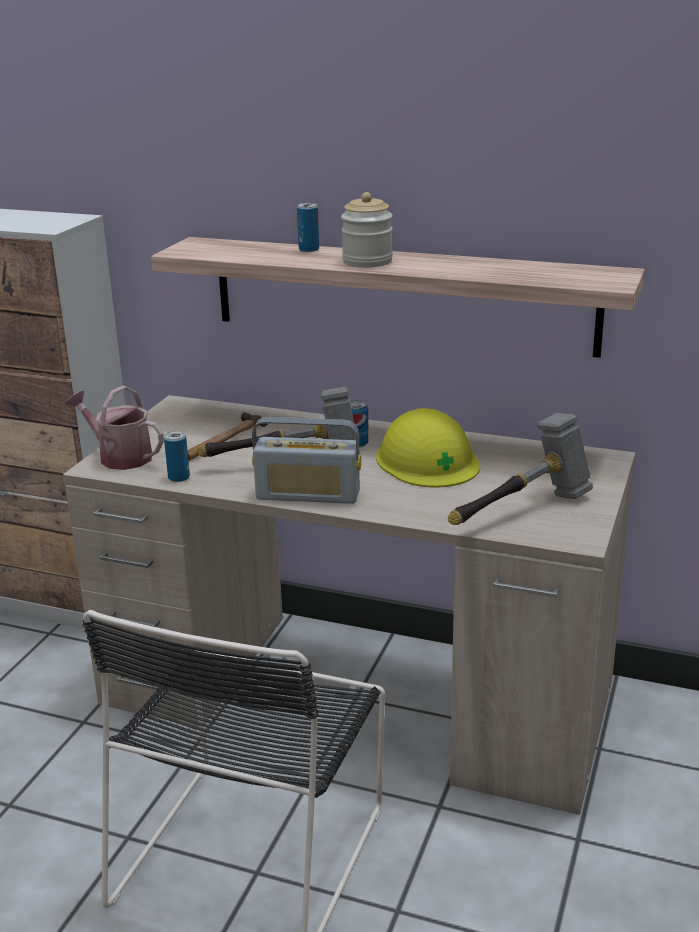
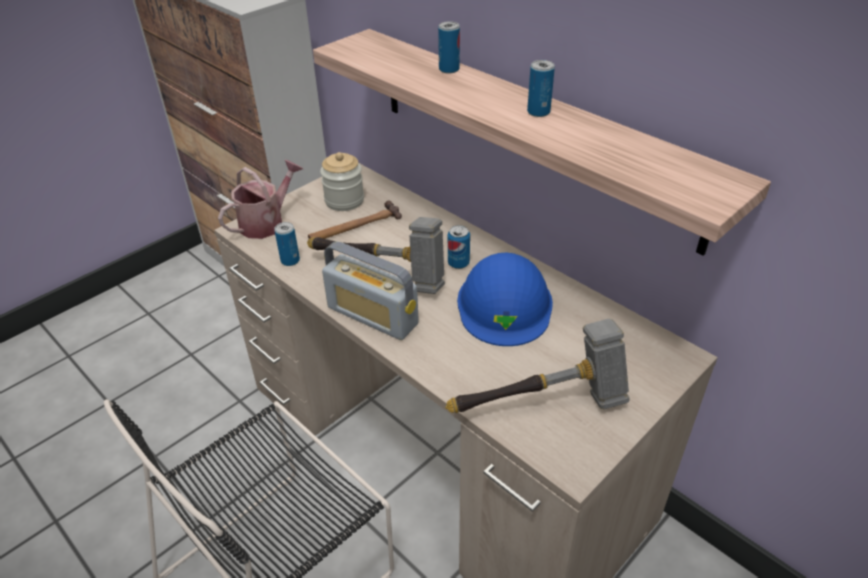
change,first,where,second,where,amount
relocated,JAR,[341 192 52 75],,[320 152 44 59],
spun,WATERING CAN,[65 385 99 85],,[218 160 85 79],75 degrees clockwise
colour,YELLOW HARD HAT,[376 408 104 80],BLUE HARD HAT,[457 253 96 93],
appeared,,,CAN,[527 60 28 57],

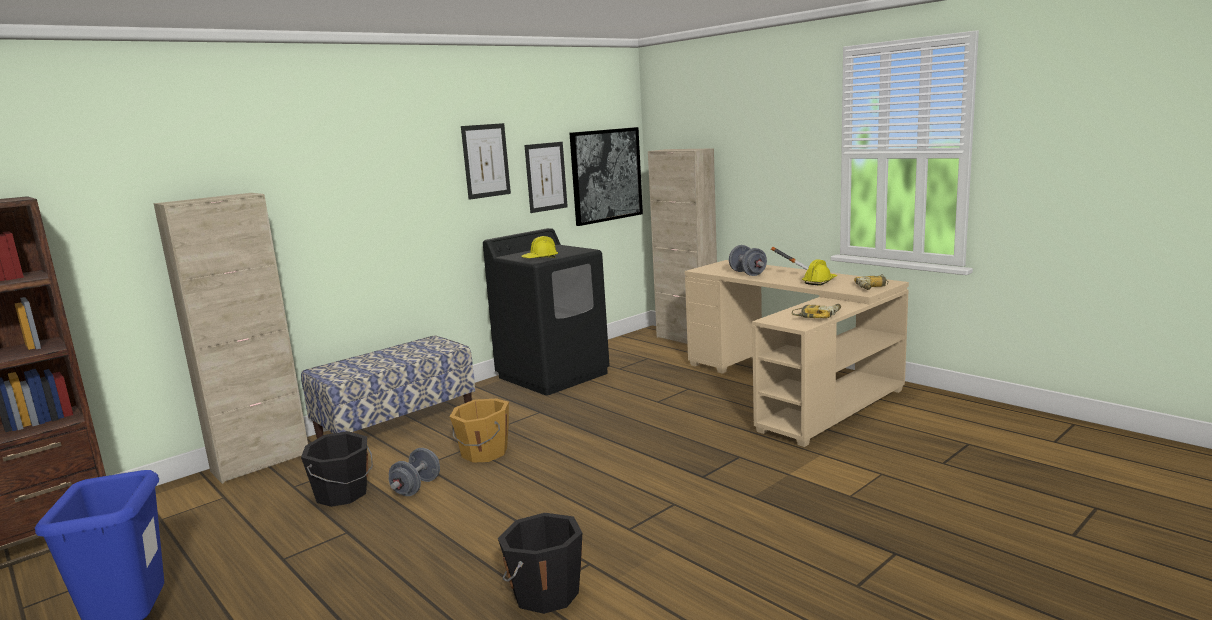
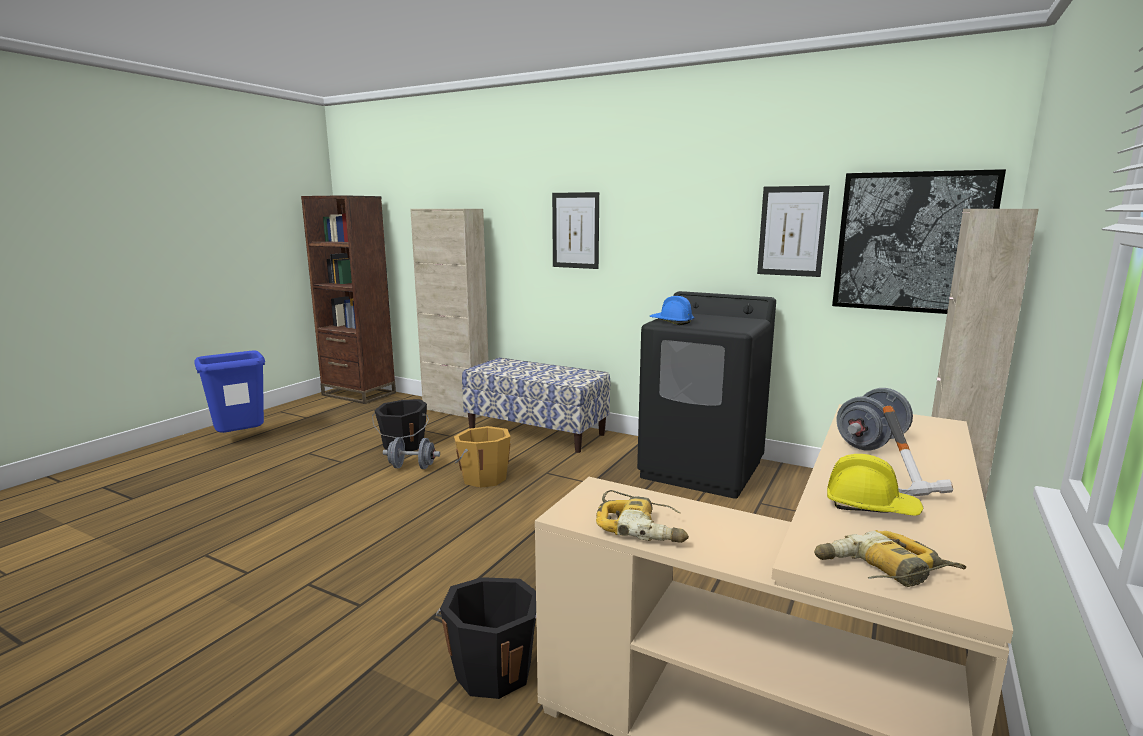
change,first,where,second,where,amount
relocated,PICTURE,[461 123 50 77],,[552 192 47 77],
colour,YELLOW HARD HAT,[521 236 37 22],BLUE HARD HAT,[650 296 44 29],
relocated,BLACK BUCKET,[498 513 84 101],,[436 577 100 122],

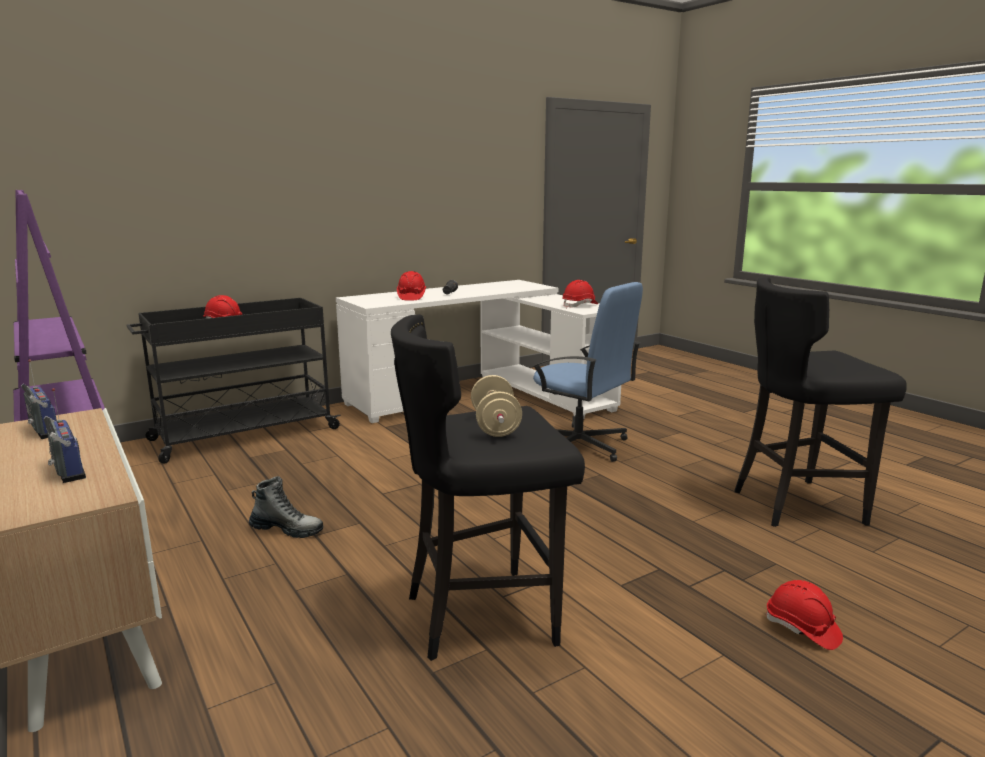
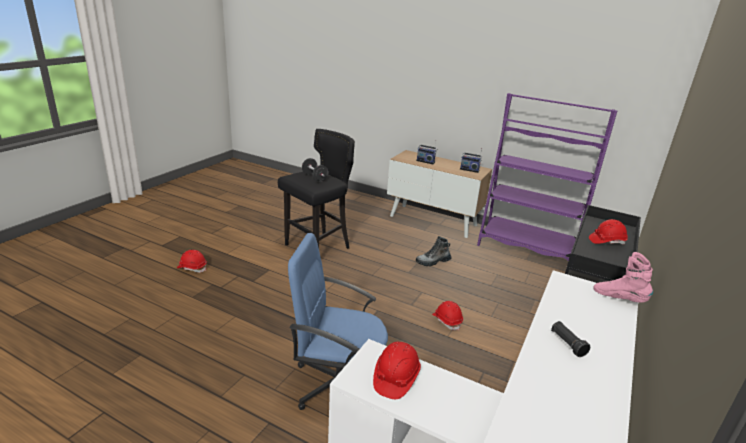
change,first,where,second,where,amount
relocated,RED HARD HAT,[397 271 29 29],,[432 301 31 30],
missing,BLACK STOOL,[735 277 172 250],,,
colour,BEIGE DUMBBELL,[471 375 51 62],BLACK DUMBBELL,[302 158 26 24],
appeared,,,PINK BOOT,[594 252 59 51],

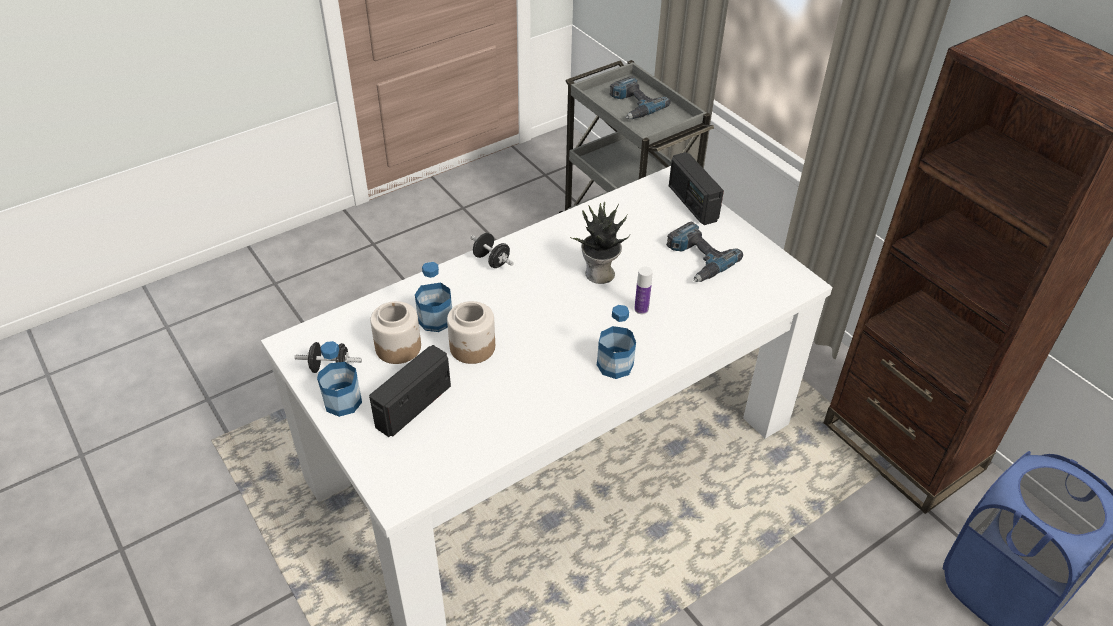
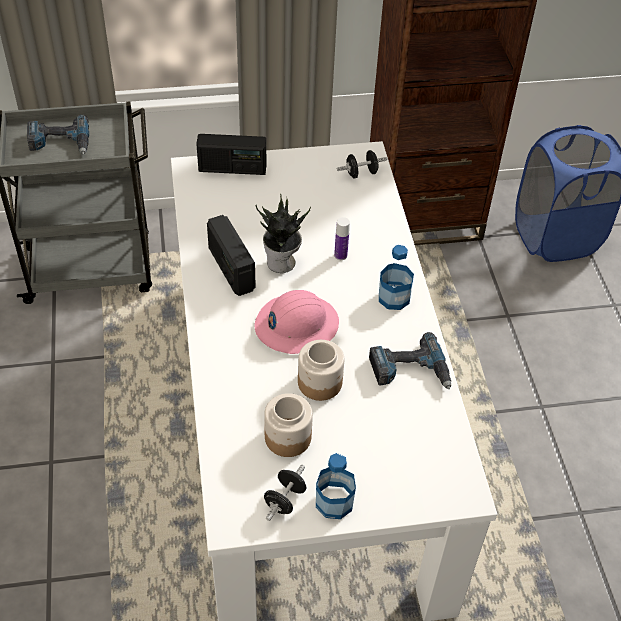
change,first,where,second,where,amount
relocated,POWER DRILL,[666 222 77 60],,[369 332 82 58],
relocated,BLACK DUMBBELL,[470 233 44 35],,[337 150 50 28],
missing,BOTTLE,[415 262 37 70],,,
relocated,RADIO,[369 345 82 92],,[207 215 49 81],
appeared,,,PINK HARD HAT,[254 290 85 64],

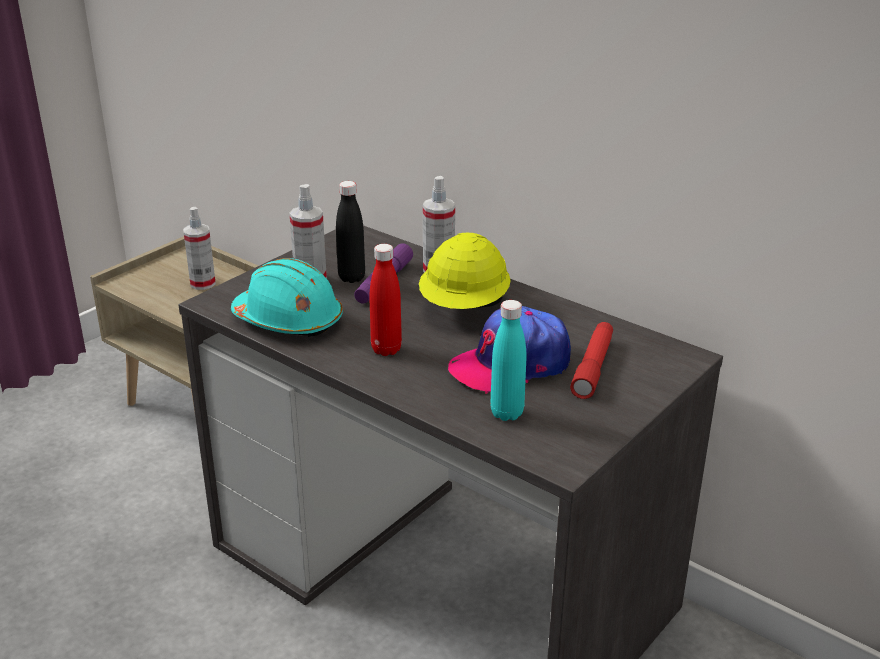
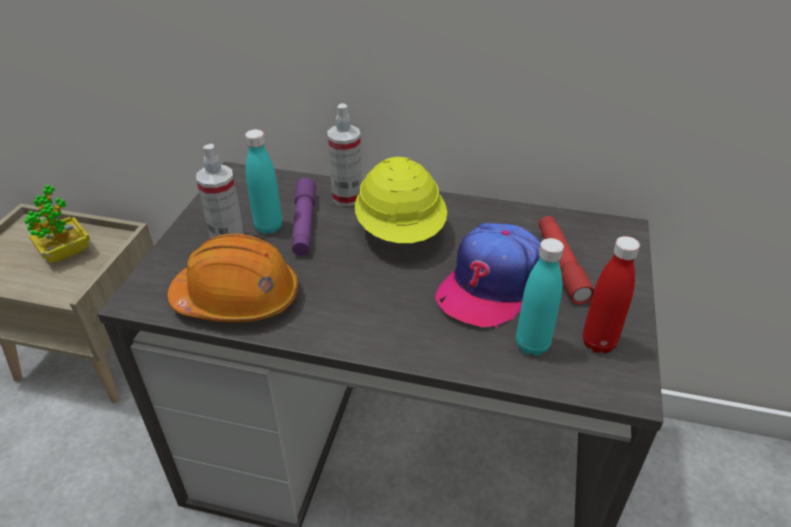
change,first,where,second,where,amount
colour,BLACK BOTTLE,[336 181 29 102],TURQUOISE BOTTLE,[245 129 37 105],
exchanged,SPRAY BOTTLE,[183 207 33 83],POTTED PLANT,[24 185 66 78],
relocated,RED BOTTLE,[369 244 33 112],,[583 236 57 118],
colour,TURQUOISE HARD HAT,[231 258 112 79],ORANGE HARD HAT,[168 234 131 88],

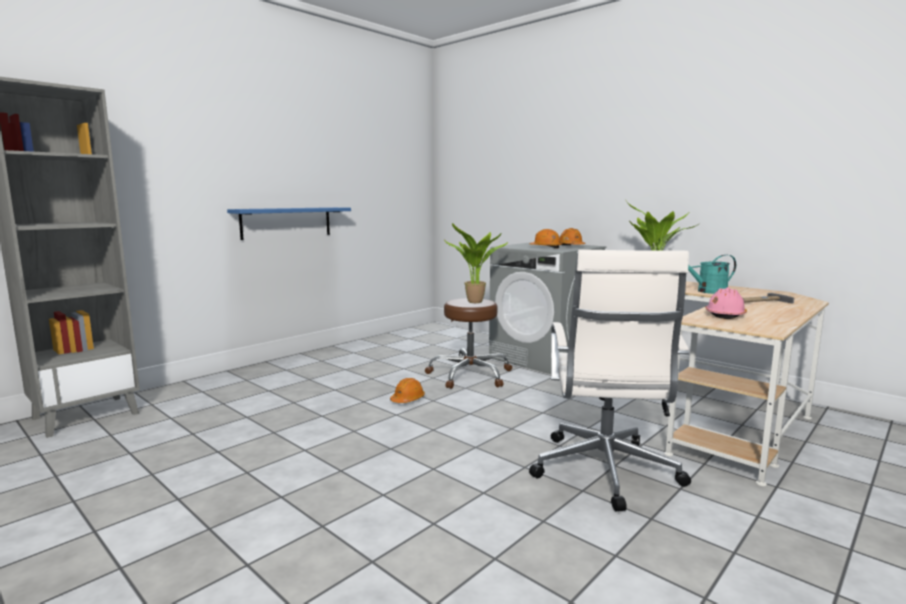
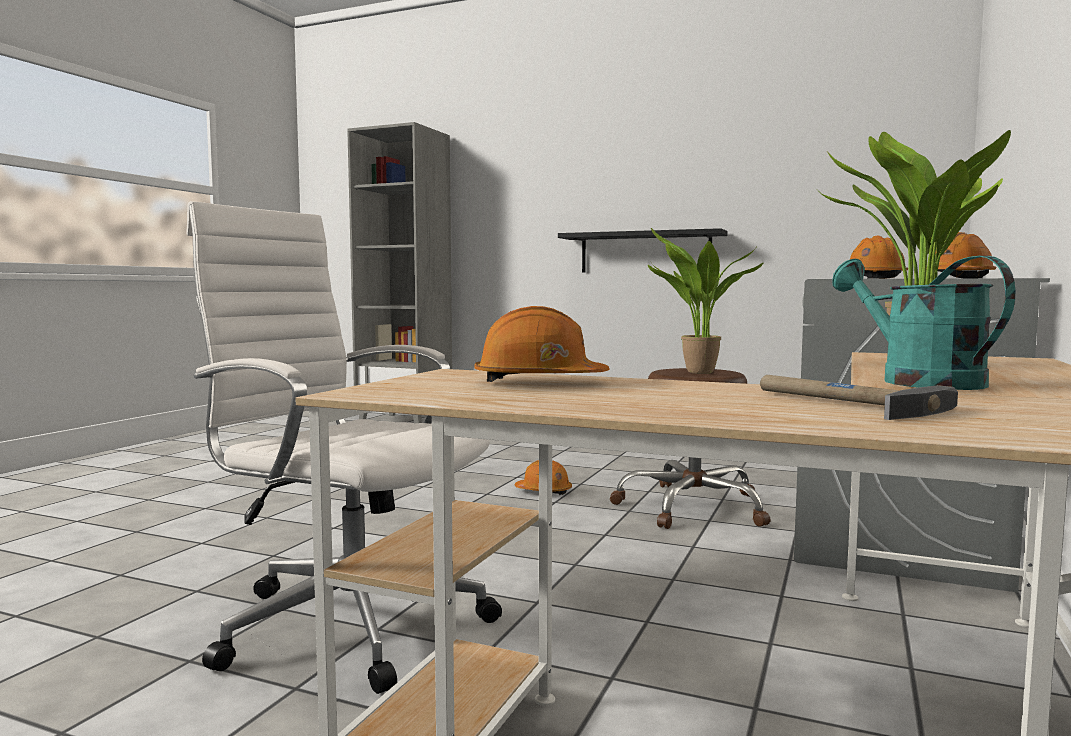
change,first,where,second,where,amount
colour,BLUE SHELF,[227 207 124 33],BLACK SHELF,[558 228 170 45],
spun,WHITE OFFICE CHAIR,[529 249 162 263],,[186 201 316 493],45 degrees clockwise
colour,PINK HARD HAT,[706 287 41 32],ORANGE HARD HAT,[474 306 136 76],

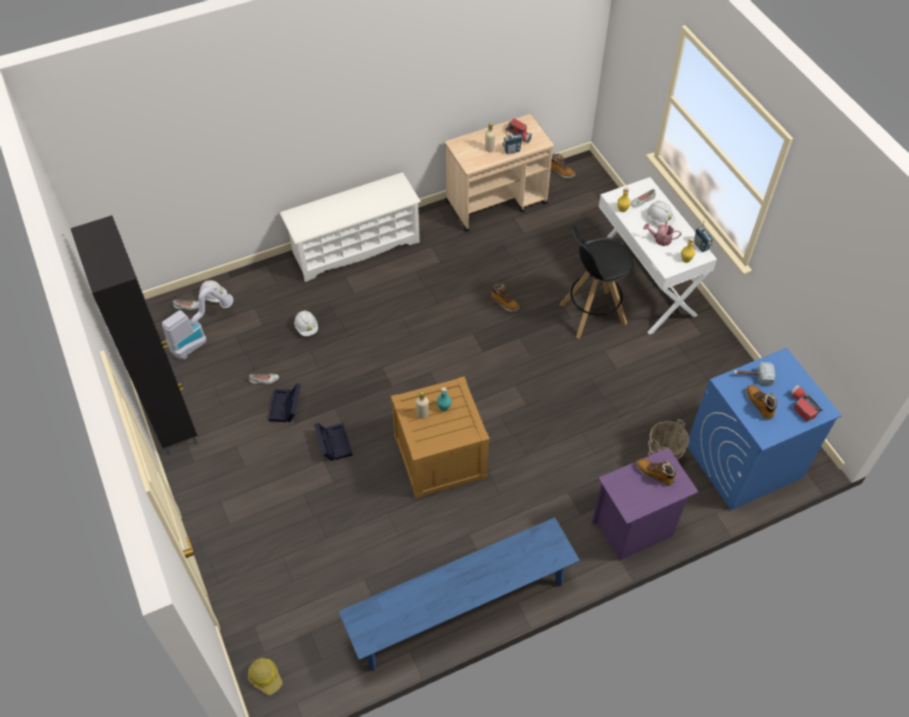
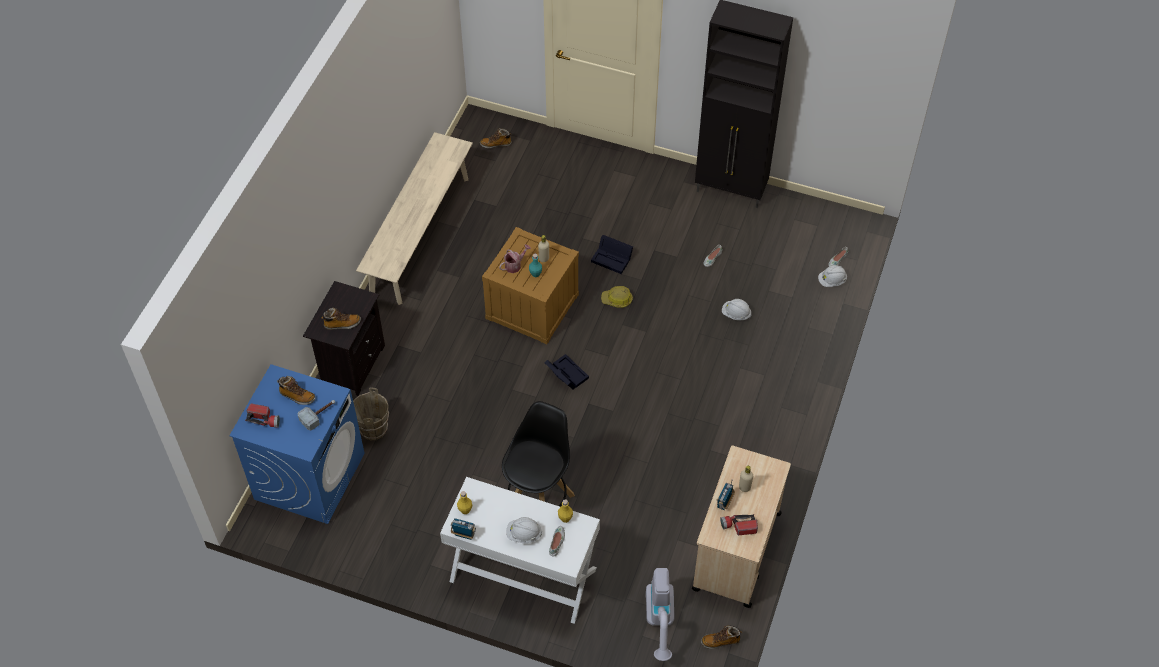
change,first,where,second,where,amount
missing,WHITE SHOE RACK,[280 173 141 109],,,
relocated,WATERING CAN,[643 221 38 25],,[499 244 32 29],
relocated,BOOT,[491 284 29 28],,[480 128 32 21],
relocated,VACUUM CLEANER,[162 287 71 72],,[646 568 28 93],
relocated,BLACK STORAGE BOX,[268 383 33 39],,[544 354 45 35],
colour,PURPLE NIGHTSTAND,[592 448 107 112],BLACK NIGHTSTAND,[303 281 82 115],
colour,BLUE BENCH,[338 517 242 154],BEIGE BENCH,[356 132 117 173],
relocated,HARD HAT,[248 658 35 37],,[601 286 32 22],

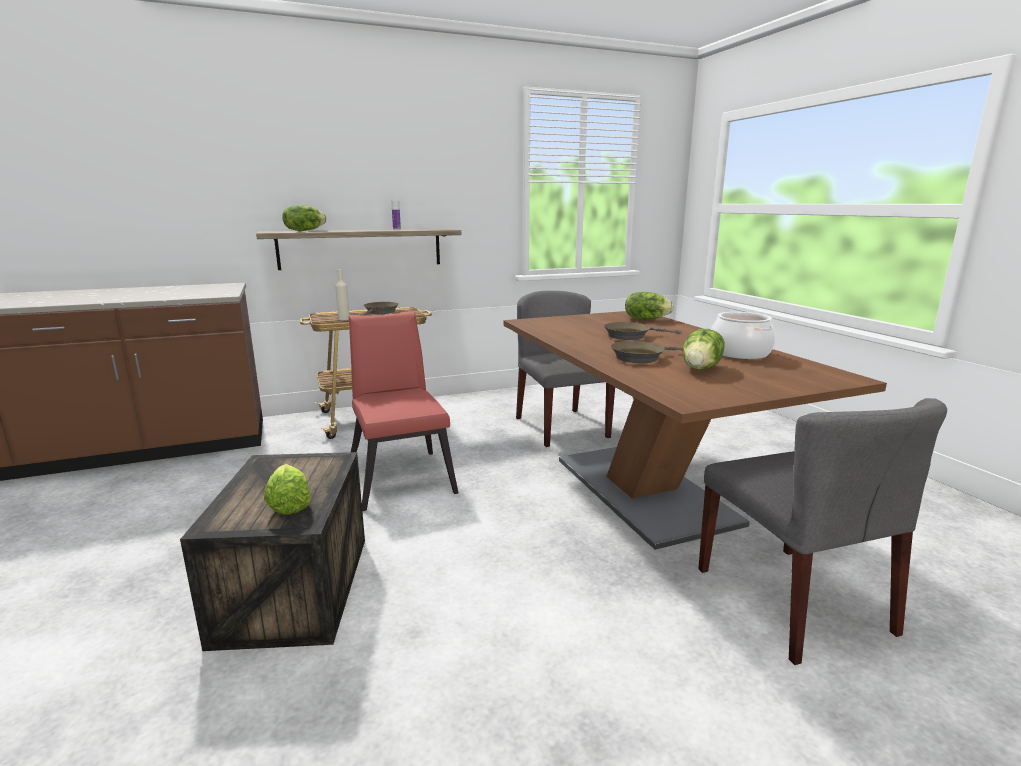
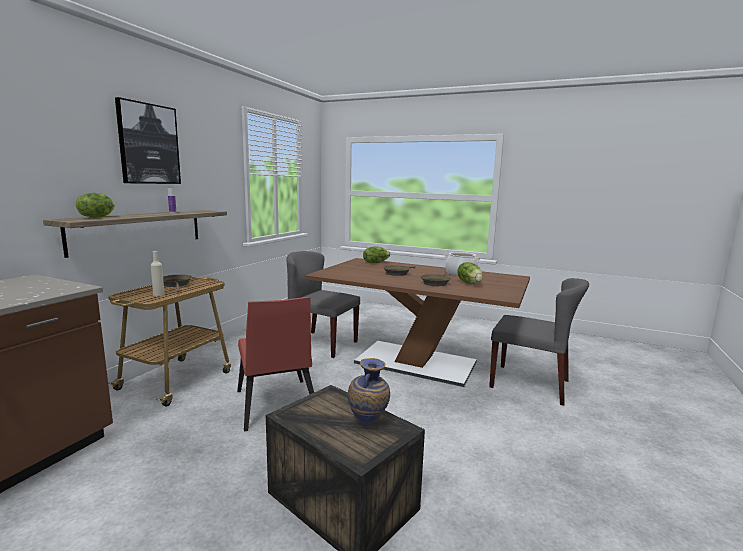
change,first,where,second,where,amount
spun,RED CHAIR,[349 311 109 200],,[237 297 77 134],135 degrees counterclockwise
exchanged,LETTUCE,[264 464 47 50],VASE,[348 358 42 66],
appeared,,,PICTURE,[115 97 66 87],

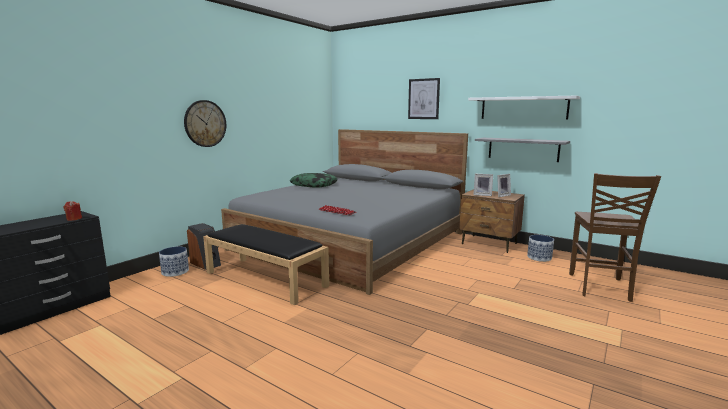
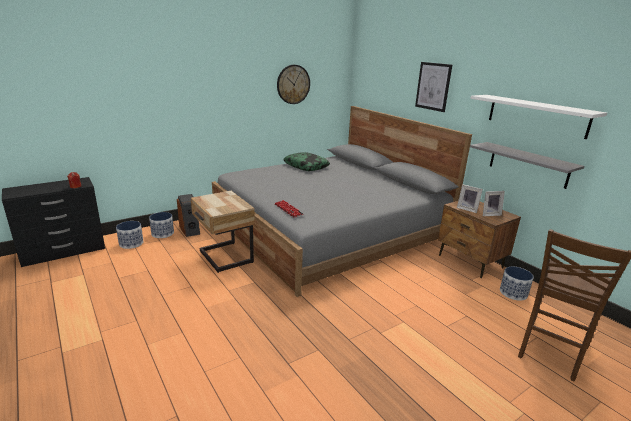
change,first,where,second,where,amount
relocated,WALL CLOCK,[184 100 42 47],,[277 65 33 39],
exchanged,BLACK BENCH,[203 224 126 81],BEIGE NIGHTSTAND,[191 191 64 82],
appeared,,,PLANTER,[116 221 27 28],

